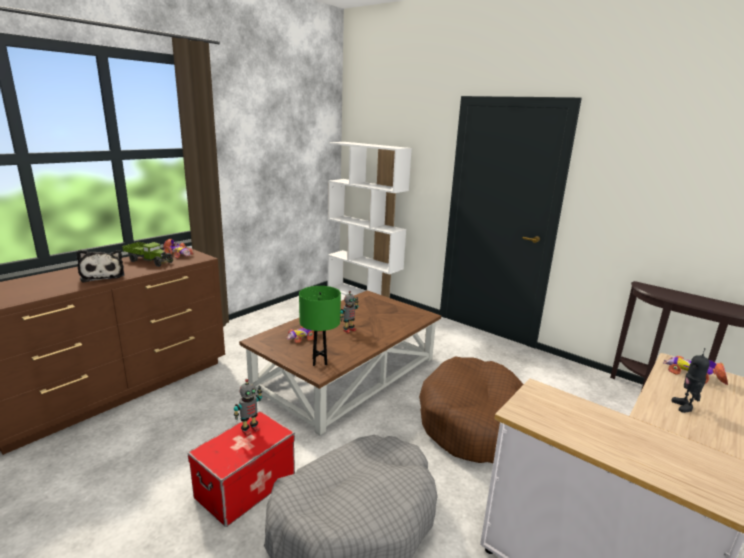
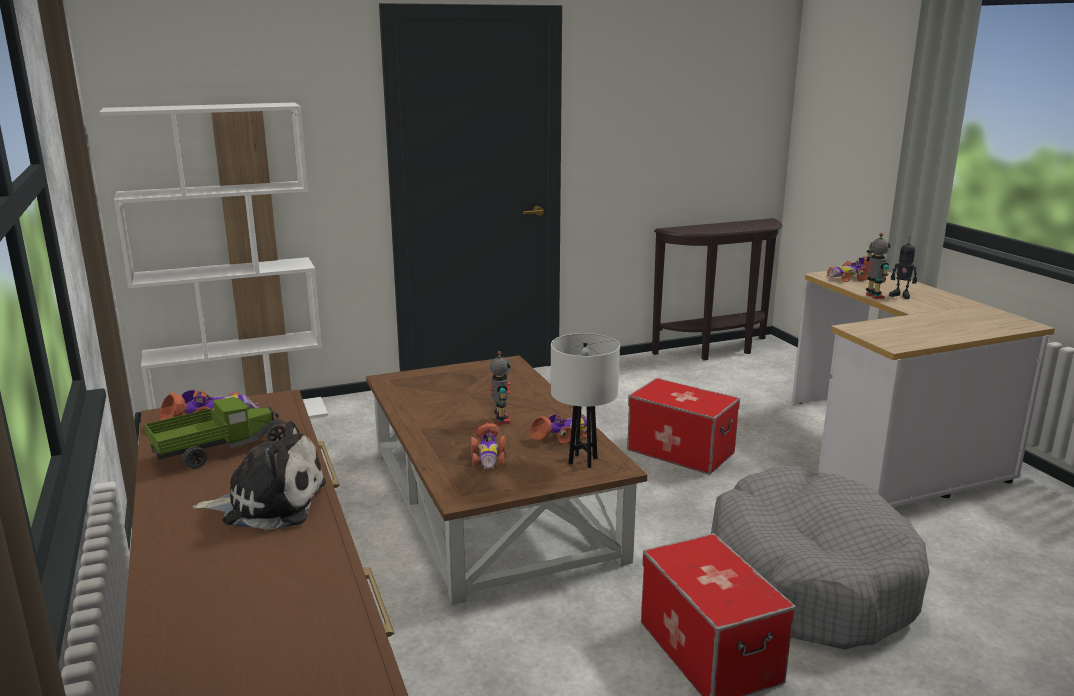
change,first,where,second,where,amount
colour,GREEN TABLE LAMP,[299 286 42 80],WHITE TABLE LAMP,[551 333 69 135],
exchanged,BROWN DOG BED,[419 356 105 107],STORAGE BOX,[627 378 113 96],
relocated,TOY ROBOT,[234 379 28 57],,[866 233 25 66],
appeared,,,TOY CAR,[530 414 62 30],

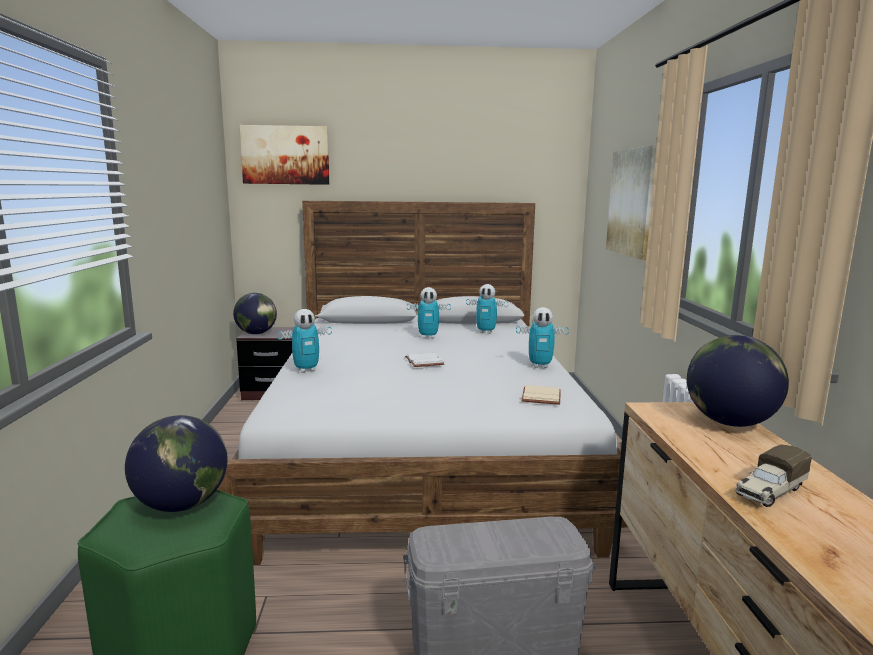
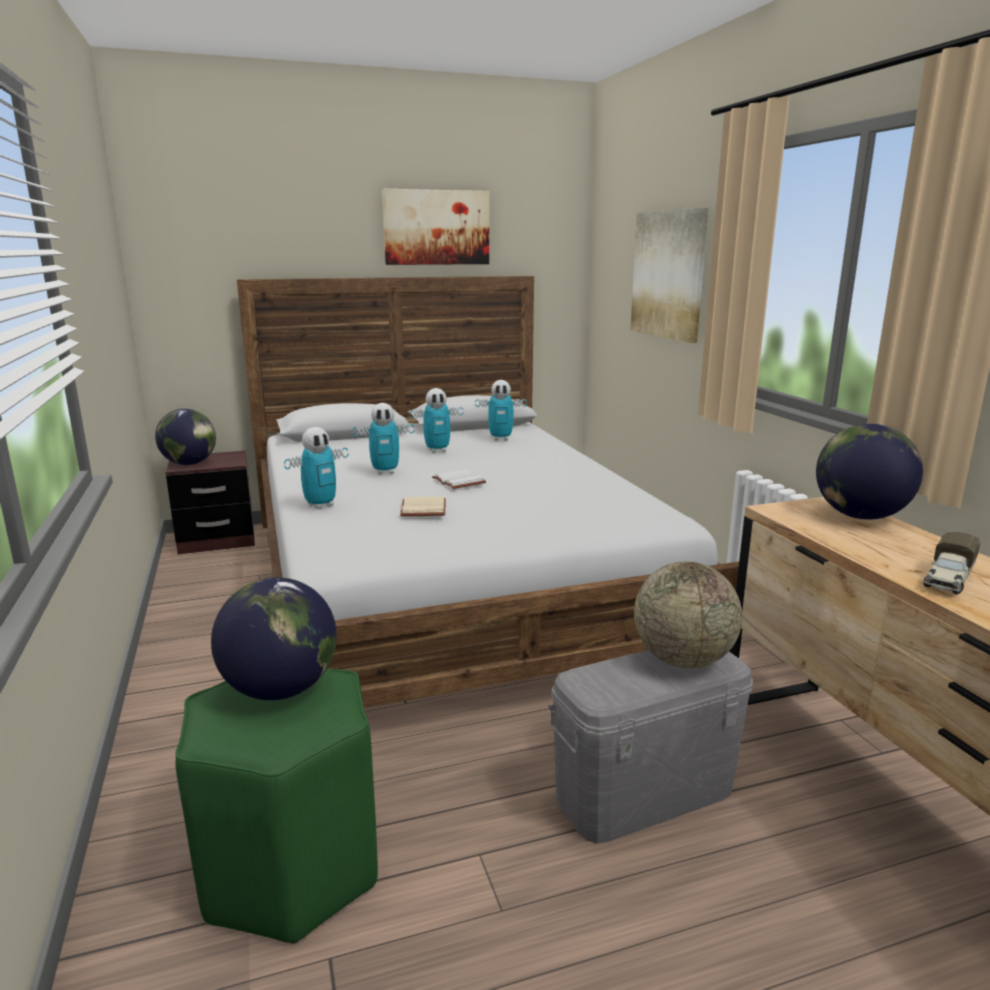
change,first,where,second,where,amount
relocated,PICTURE,[239 125 90 60],,[382 189 107 76],
relocated,TOY ROBOT,[516 307 53 61],,[352 403 63 72],
relocated,BEIGE BOOK,[521 385 40 20],,[400 496 46 20],
appeared,,,GLOBE,[634 561 108 107],

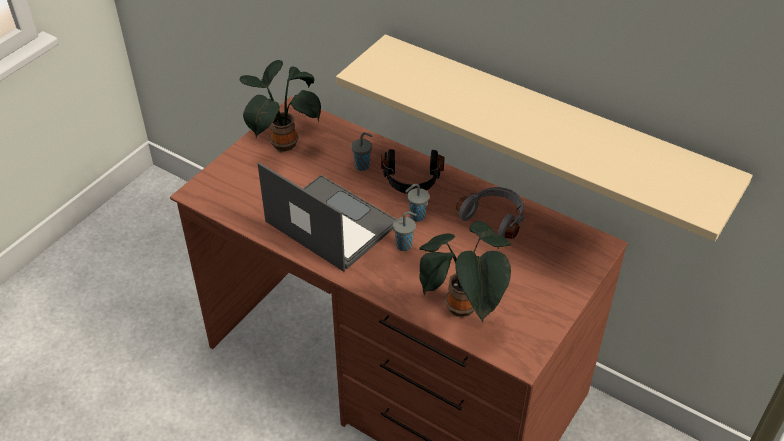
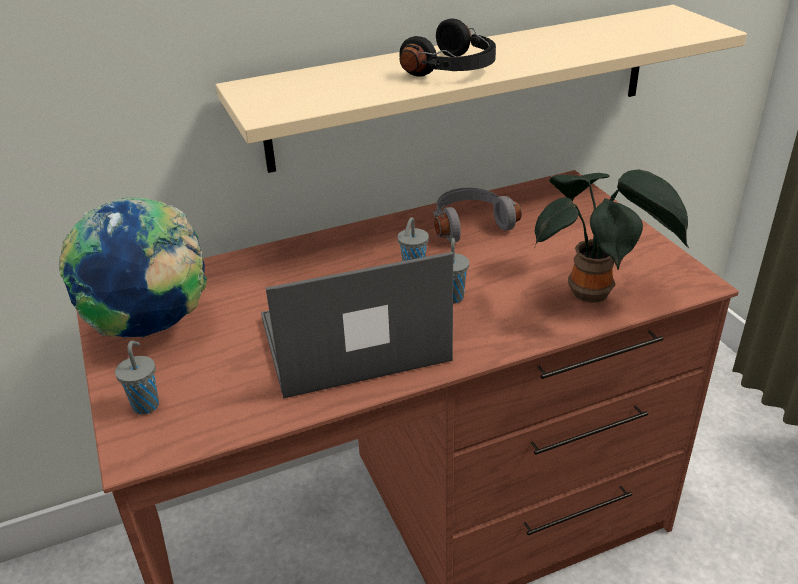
change,first,where,second,where,amount
exchanged,POTTED PLANT,[240 60 81 93],GLOBE,[59 197 148 141],
relocated,GREY CUP,[351 132 21 39],,[115 340 44 74],
relocated,BLACK HEADPHONES,[381 149 64 45],,[399 18 97 59],

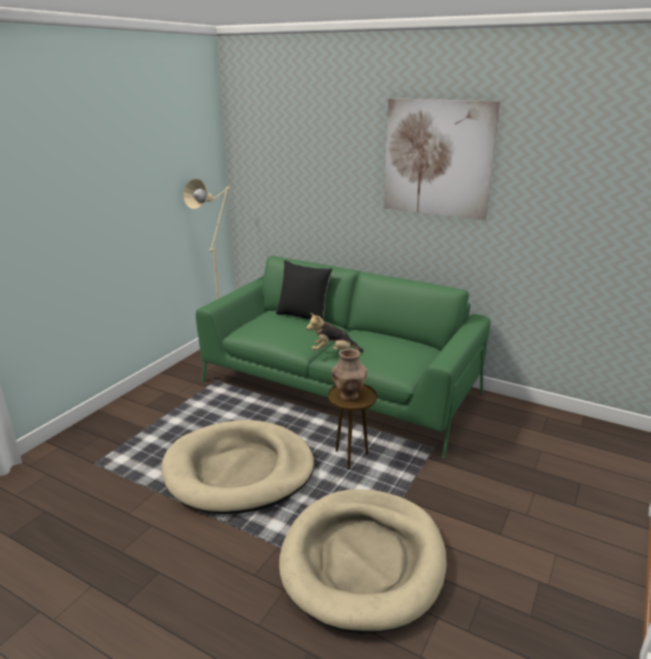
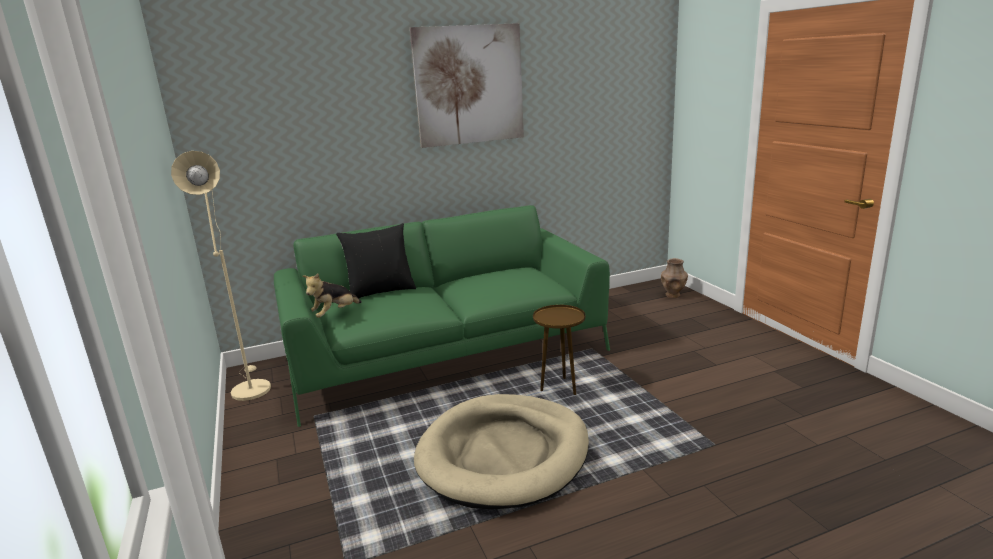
change,first,where,second,where,amount
relocated,PLUSH TOY,[306 313 58 39],,[302 273 60 45],
relocated,BROWN VASE,[331 349 36 52],,[661 258 27 40],
missing,BEIGE DOG BED,[279 489 168 145],,,

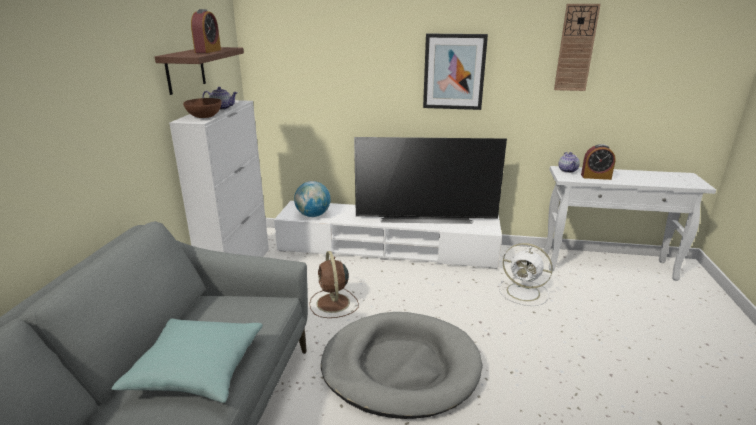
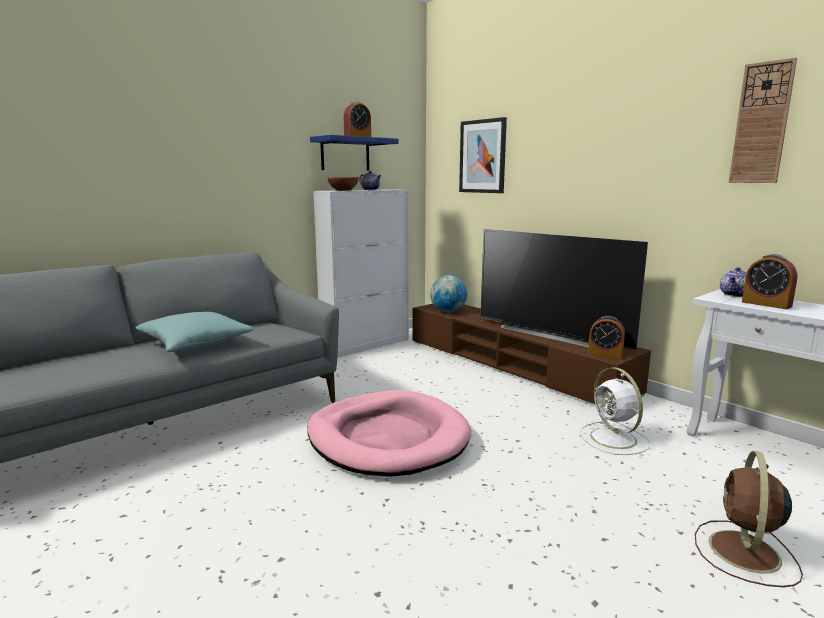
change,first,where,second,where,amount
relocated,PICTURE,[423 34 65 76],,[459 117 48 76],
colour,BROWN SHELF,[155 47 89 48],BLUE SHELF,[310 135 89 36],
colour,WHITE TV STAND,[274 201 228 68],BROWN TV STAND,[412 304 239 100],
relocated,BROWN FAN,[309 251 50 67],,[695 451 108 136],
colour,GREY DOG BED,[321 312 162 107],PINK DOG BED,[307 390 164 86],
appeared,,,ALARM CLOCK,[588 316 37 43],

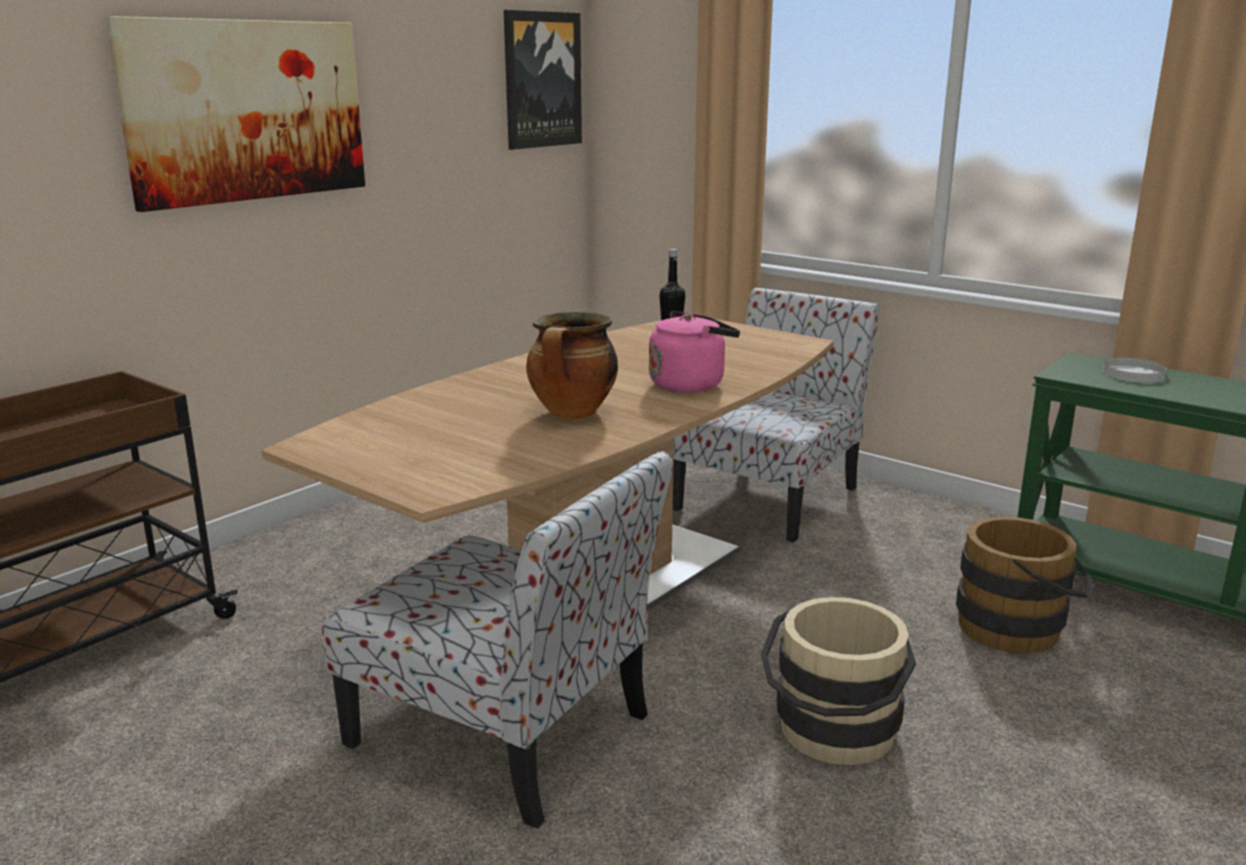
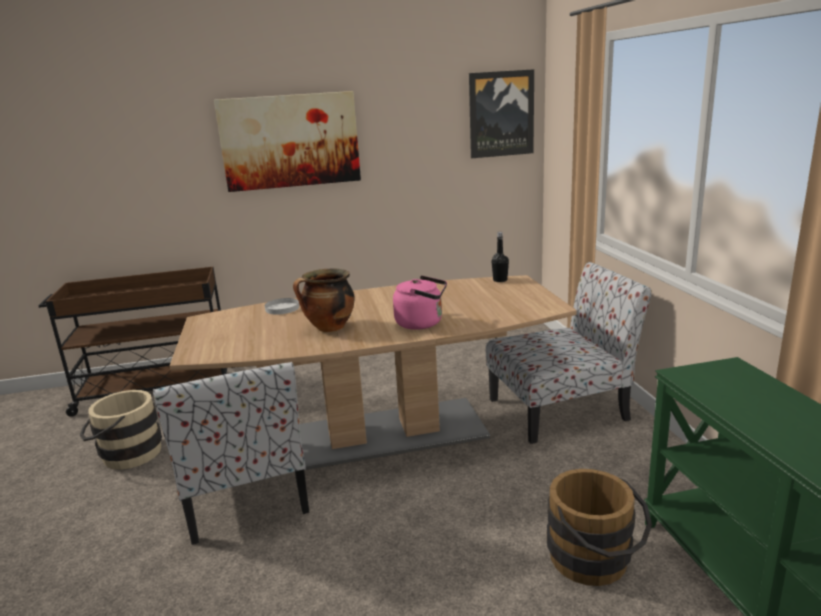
change,first,where,second,where,amount
relocated,WHITE PLATE,[1102 357 65 25],,[265 298 34 17],
relocated,BEIGE BUCKET,[761 597 155 168],,[80 390 82 80],

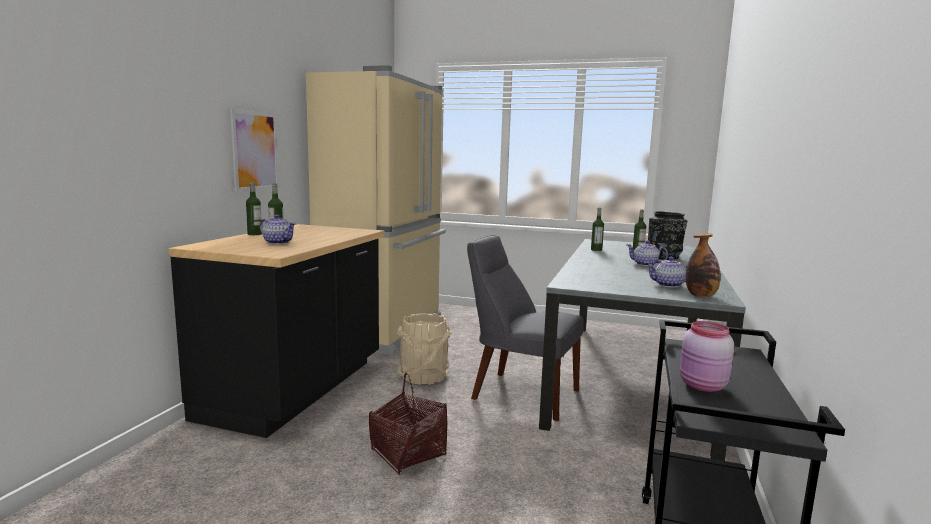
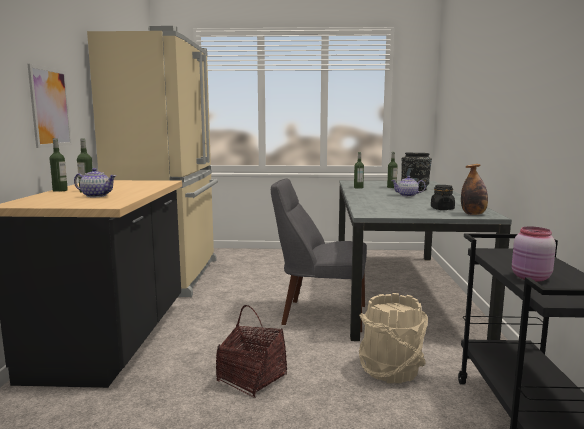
change,first,where,second,where,amount
exchanged,TEAPOT,[645 257 43 31],BLACK JAR,[431 185 24 25],
relocated,BEIGE BUCKET,[397 313 55 72],,[359 293 69 90],

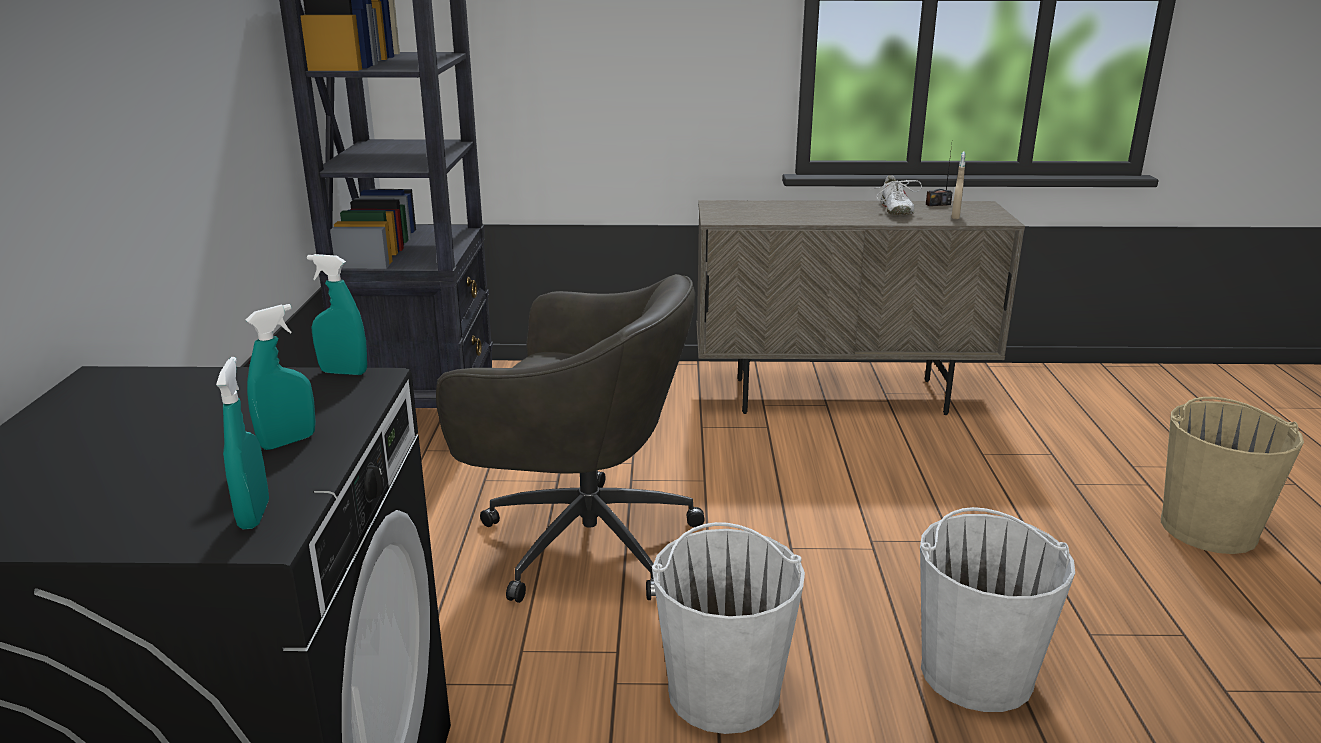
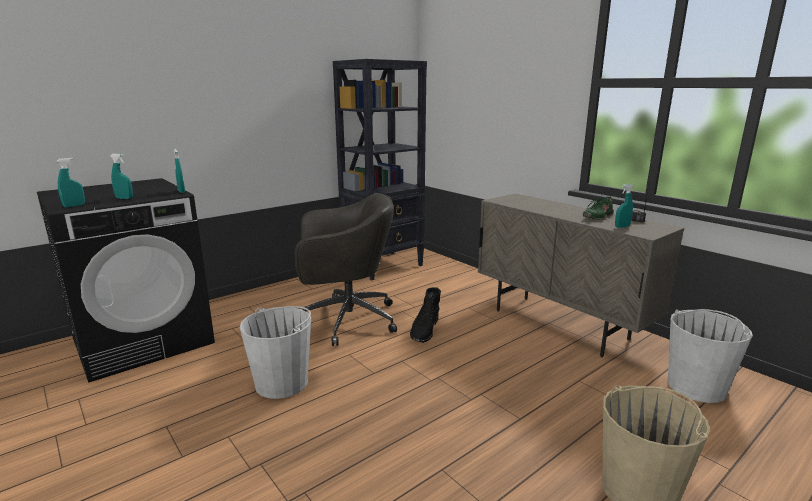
change,first,where,second,where,amount
colour,BEIGE SPRAY BOTTLE,[951 152 15 67],TURQUOISE SPRAY BOTTLE,[615 184 19 44],
colour,WHITE SHOE,[870 175 52 40],GREEN SHOE,[582 196 34 24],
spun,GREY OFFICE CHAIR,[436 274 269 329],,[295 193 102 153],75 degrees counterclockwise
relocated,WHITE BUCKET,[920 507 155 205],,[667 309 86 94],
appeared,,,BLACK BOOT,[410 287 31 56],

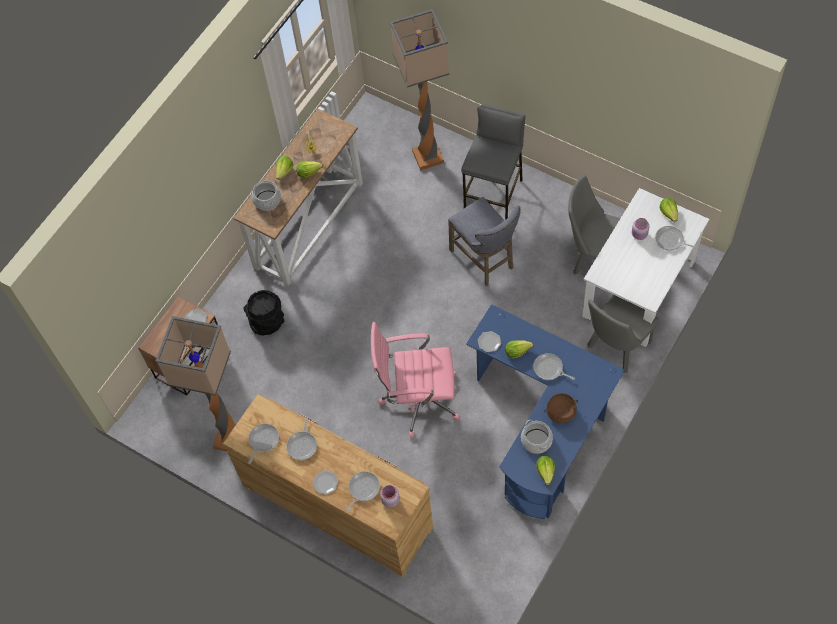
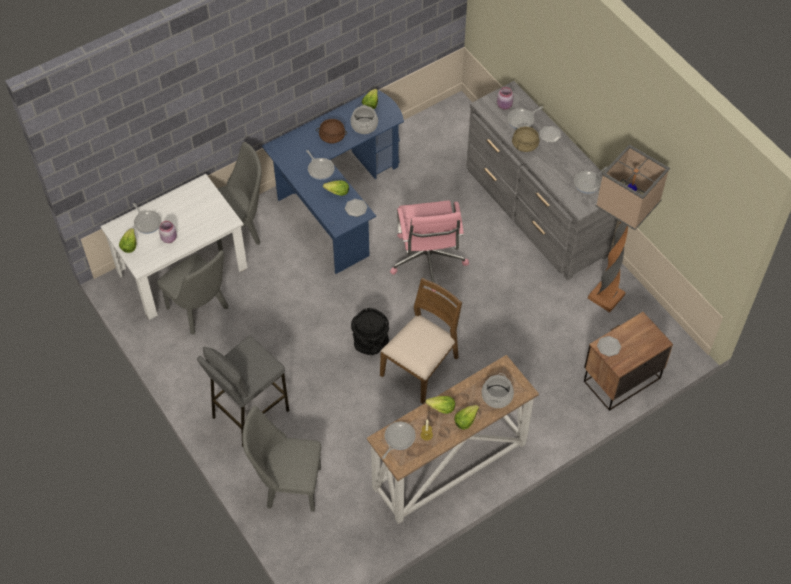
change,first,where,second,where,amount
exchanged,FLOOR LAMP,[390 9 60 161],GREY CHAIR,[242 406 79 106],
missing,GREY STOOL,[448 197 73 89],,,
relocated,BLACK BUCKET,[243 290 42 45],,[351 308 38 47],
spun,PINK OFFICE CHAIR,[371 322 89 116],,[390 200 79 92],60 degrees clockwise
colour,BROWN DRESSER,[223 394 210 183],GREY DRESSER,[466 81 151 199],
relocated,FRYING PAN,[286 417 31 43],,[382 421 34 38],
appeared,,,BEIGE COOKING POT,[512 126 27 26],
appeared,,,BROWN CHAIR,[380 278 82 126],

